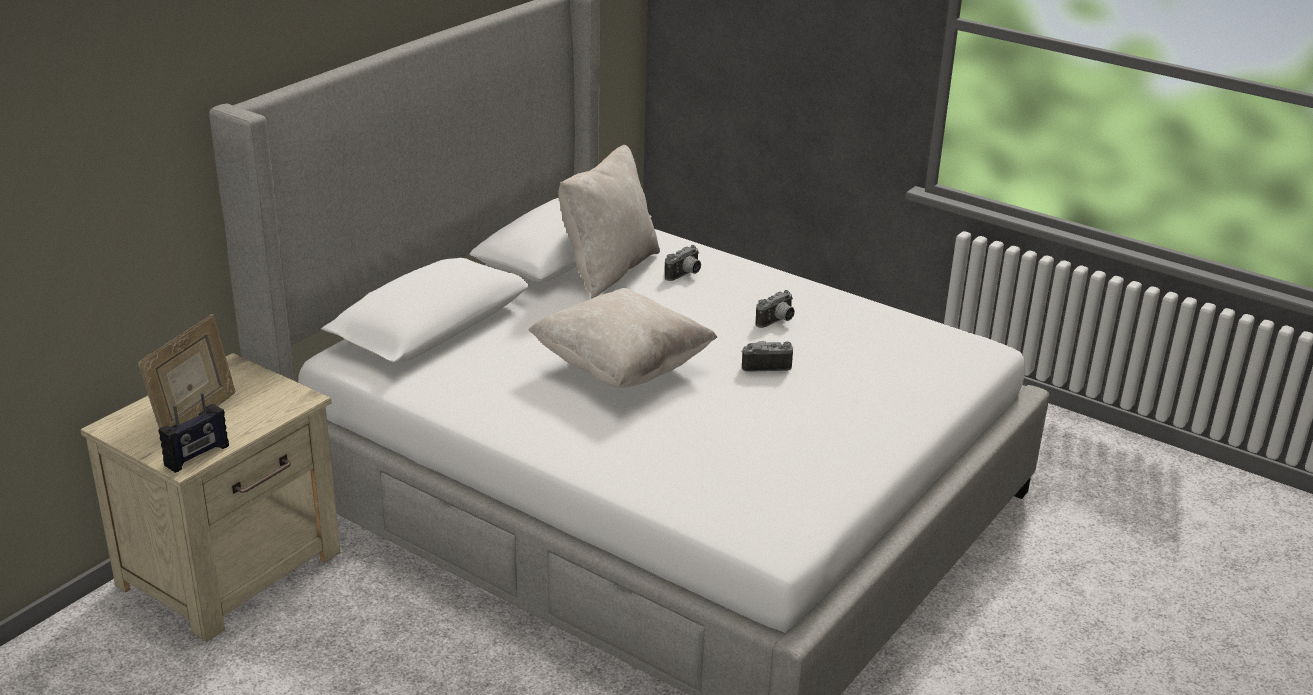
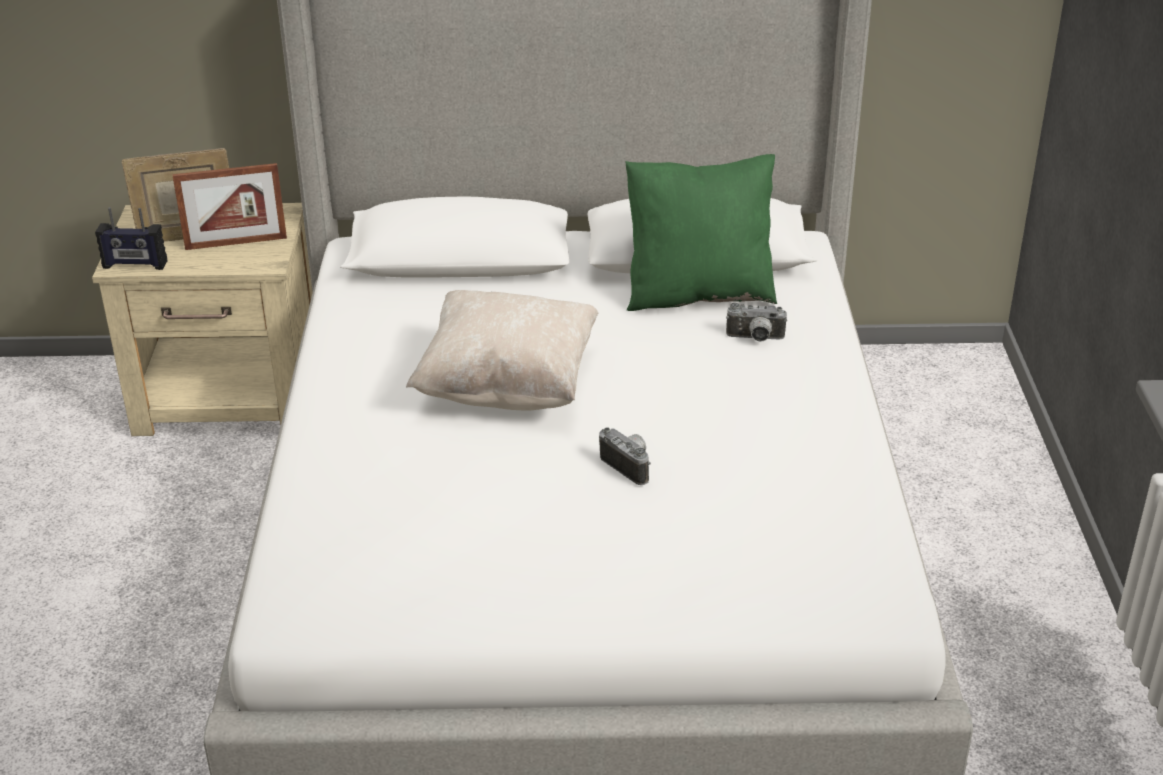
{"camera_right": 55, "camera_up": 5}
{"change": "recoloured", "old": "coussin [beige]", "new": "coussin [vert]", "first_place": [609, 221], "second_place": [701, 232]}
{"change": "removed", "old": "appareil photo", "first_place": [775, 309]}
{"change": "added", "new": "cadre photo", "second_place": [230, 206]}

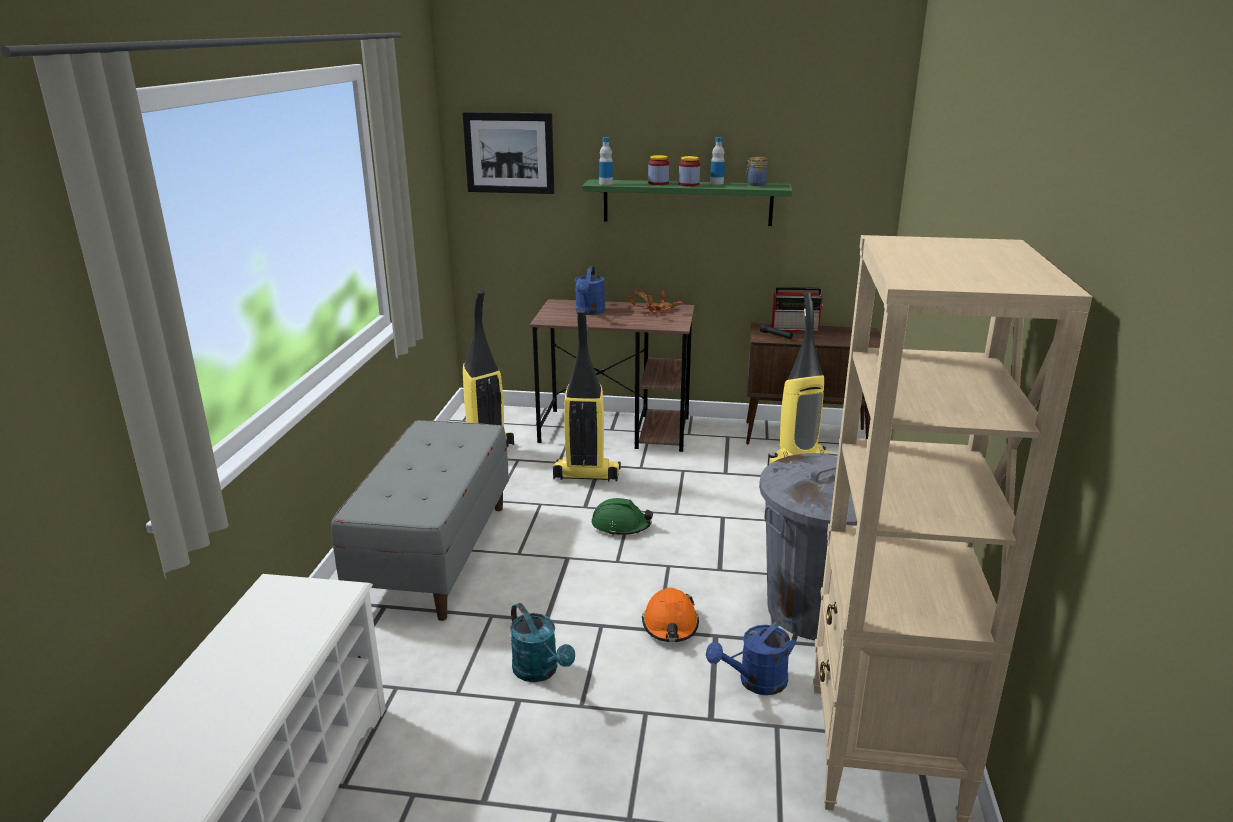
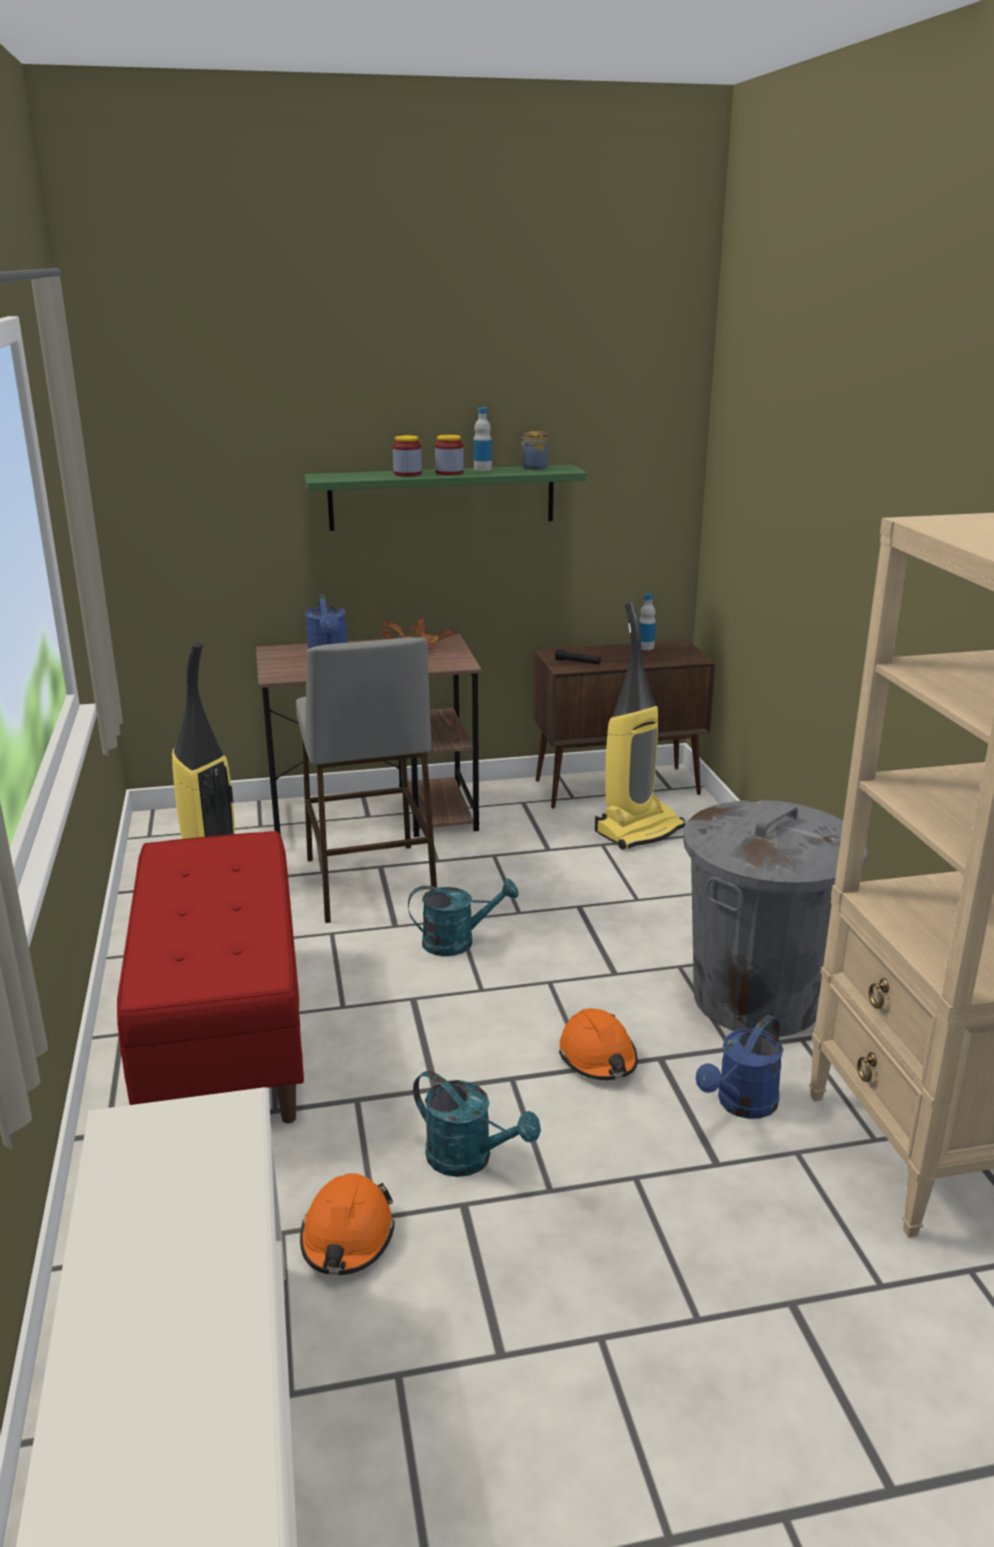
{"camera_right": -20, "camera_up": 0}
{"change": "removed", "old": "tableau", "first_place": [508, 153]}
{"change": "moved", "old": "bouteille", "first_place": [606, 161], "second_place": [647, 622]}
{"change": "removed", "old": "radio", "first_place": [797, 309]}
{"change": "replaced", "old": "aspirateur", "new": "tabouret [gris]", "first_place": [587, 395], "second_place": [366, 780]}
{"change": "recoloured", "old": "banc [gris]", "new": "banc [rouge]", "first_place": [420, 520], "second_place": [210, 977]}
{"change": "replaced", "old": "casque de chantier [vert]", "new": "arrosoir [turquoise]", "first_place": [622, 517], "second_place": [463, 917]}
{"change": "added", "new": "casque de chantier [orange]", "second_place": [347, 1224]}

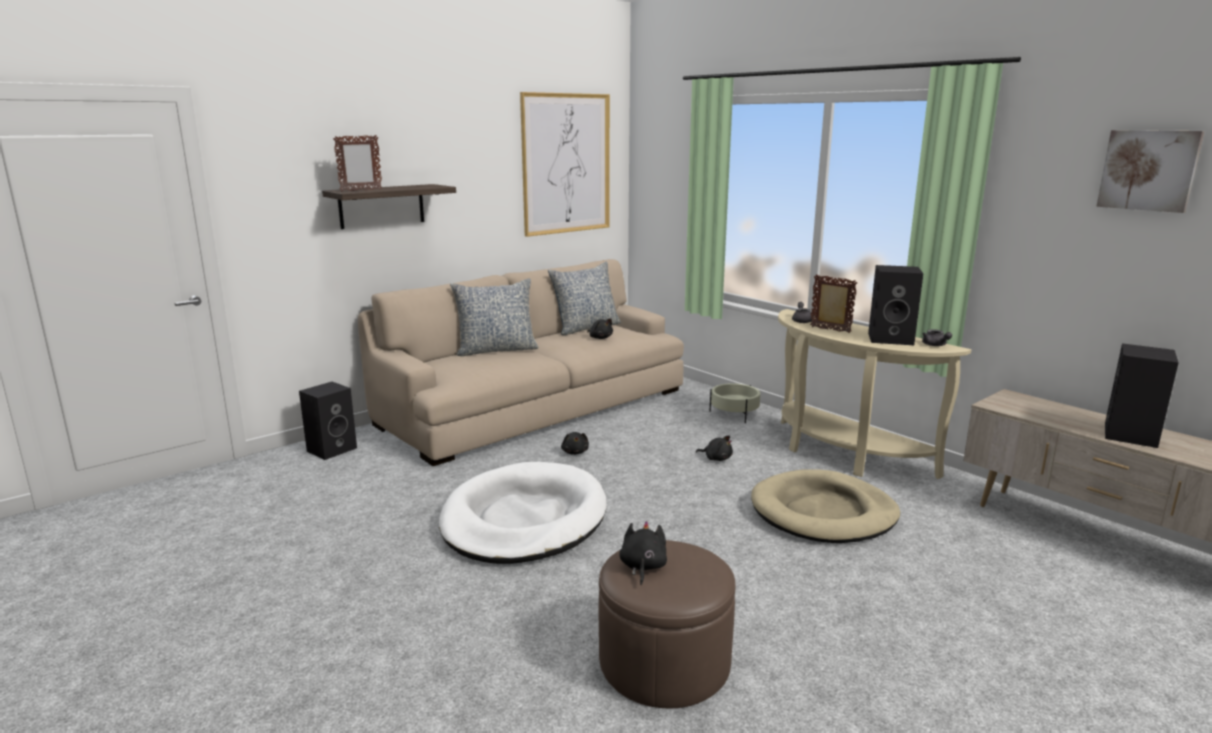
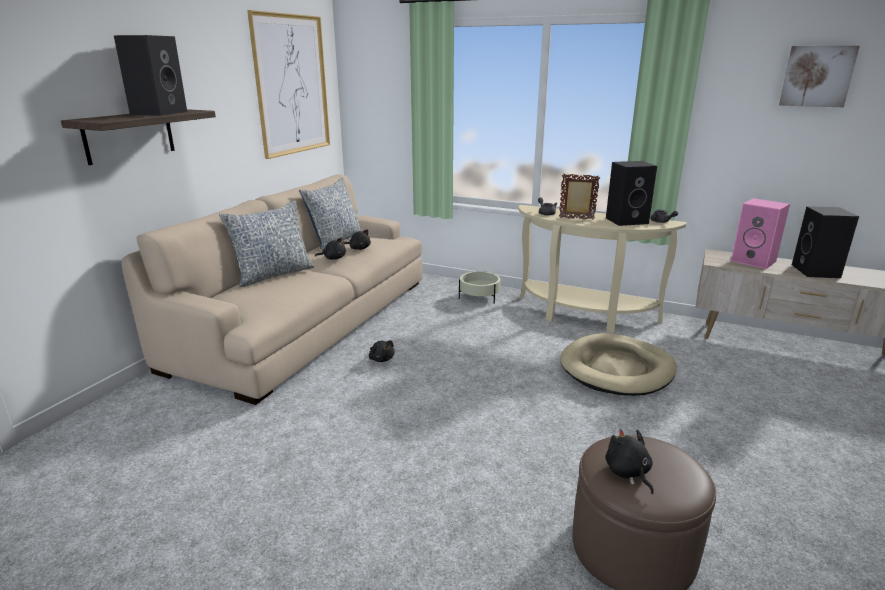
{"camera_right": -25, "camera_up": 5}
{"change": "removed", "old": "cadre photo", "first_place": [358, 163]}
{"change": "moved", "old": "enceinte [noir]", "first_place": [328, 421], "second_place": [150, 75]}
{"change": "moved", "old": "peluche [noir]", "first_place": [714, 448], "second_place": [330, 249]}
{"change": "removed", "old": "panier pour chien [blanc]", "first_place": [523, 513]}
{"change": "added", "new": "enceinte [rose]", "second_place": [760, 233]}

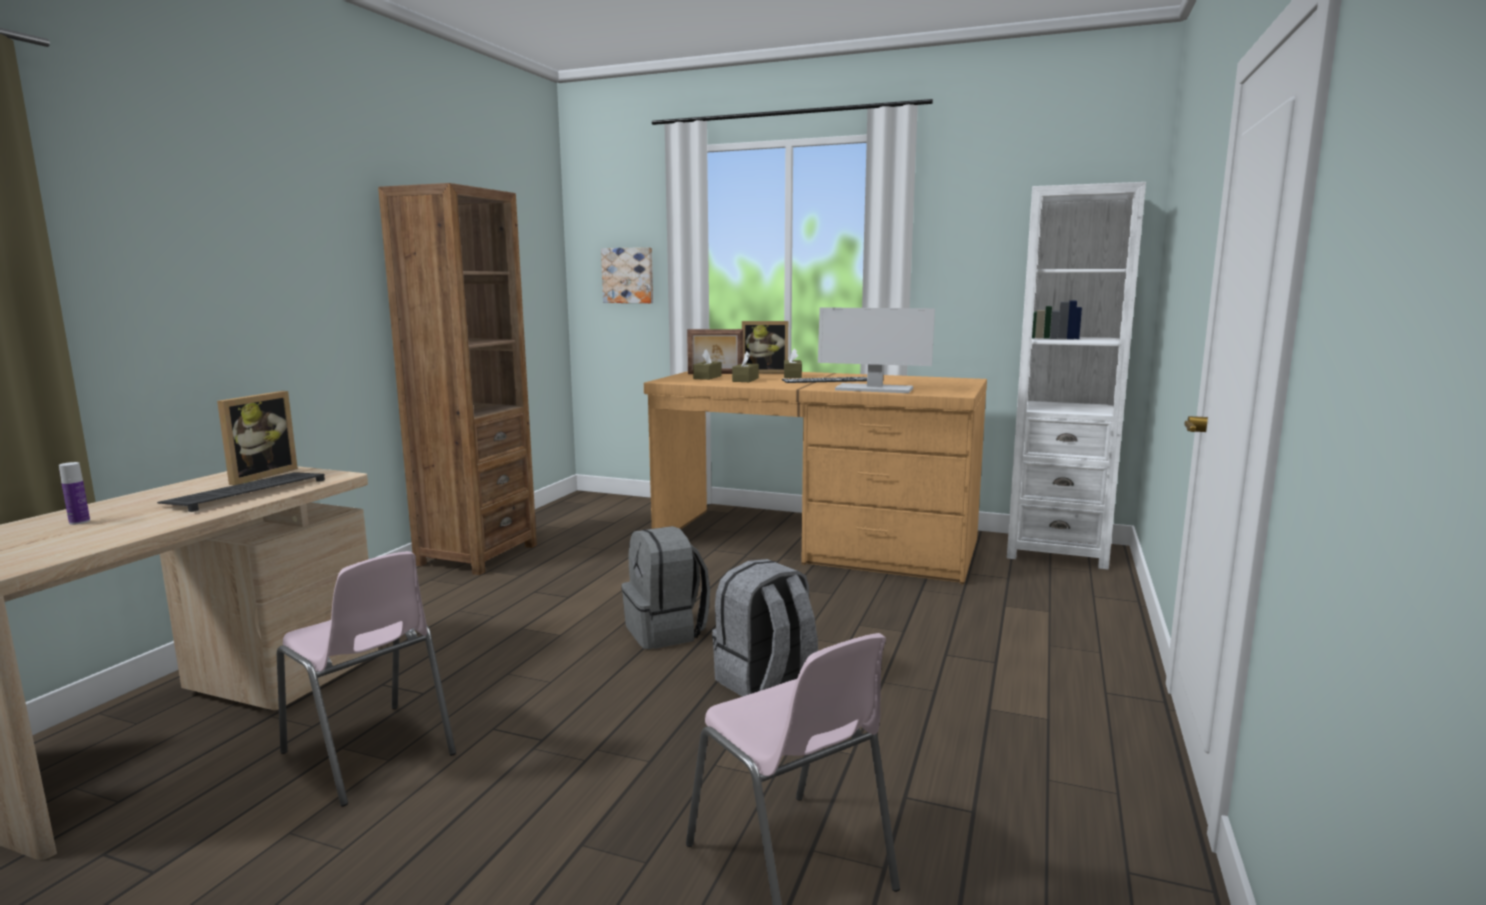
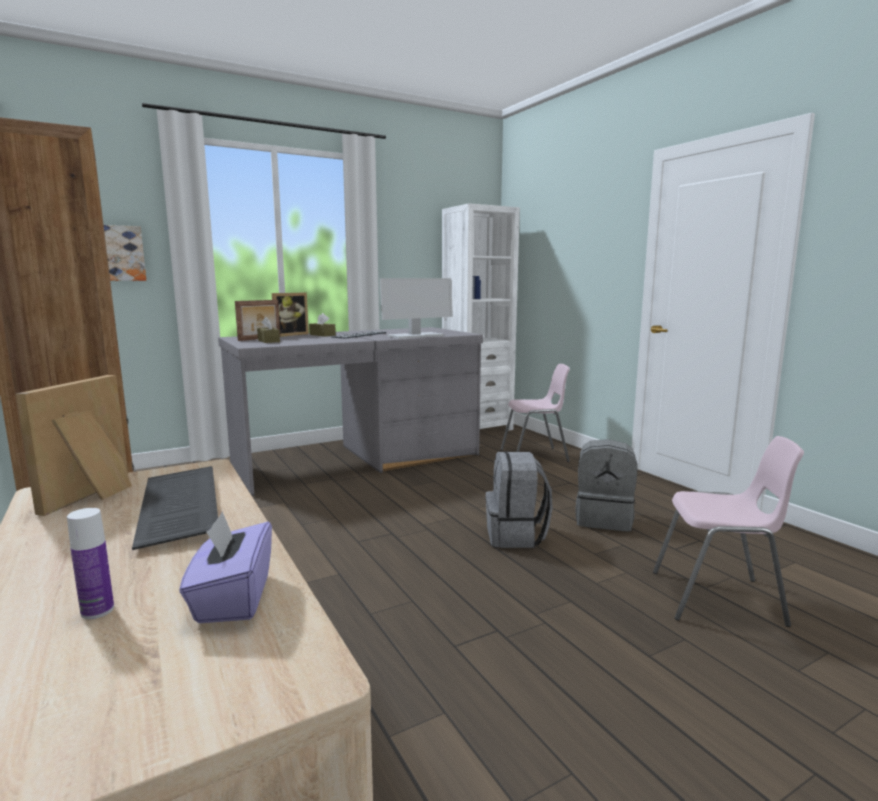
{"camera_right": -50, "camera_up": 0}
{"change": "removed", "old": "boîte à mouchoirs [marron]", "first_place": [745, 366]}
{"change": "recoloured", "old": "bureau [marron]", "new": "bureau [gris]", "first_place": [815, 477], "second_place": [350, 411]}
{"change": "turned", "old": "cadre photo", "first_place": [257, 438], "second_place": [74, 445], "degrees": -135}
{"change": "moved", "old": "sac à dos [gris]", "first_place": [665, 587], "second_place": [606, 485]}
{"change": "moved", "old": "chaise [rose]", "first_place": [366, 679], "second_place": [535, 413]}
{"change": "added", "new": "boîte à mouchoirs [violet]", "second_place": [225, 567]}

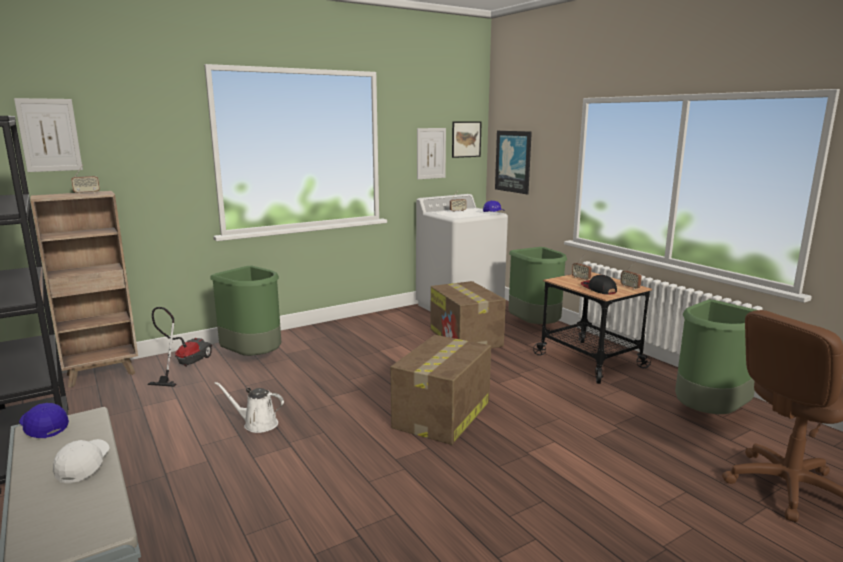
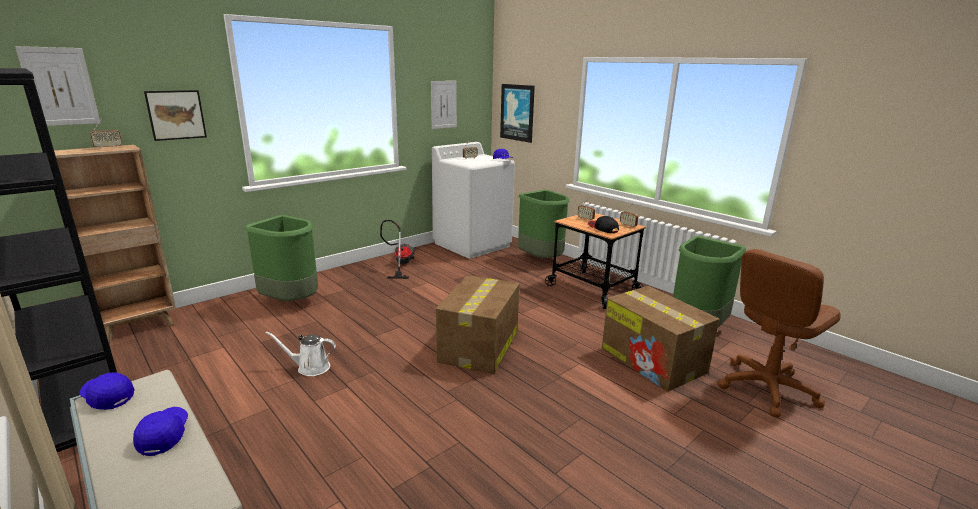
{"camera_right": -10, "camera_up": 5}
{"change": "moved", "old": "tableau", "first_place": [467, 139], "second_place": [175, 115]}
{"change": "moved", "old": "carton", "first_place": [468, 314], "second_place": [661, 339]}
{"change": "moved", "old": "aspirateur", "first_place": [179, 347], "second_place": [397, 249]}
{"change": "recoloured", "old": "casquette [blanc]", "new": "casquette [bleu]", "first_place": [81, 461], "second_place": [160, 431]}

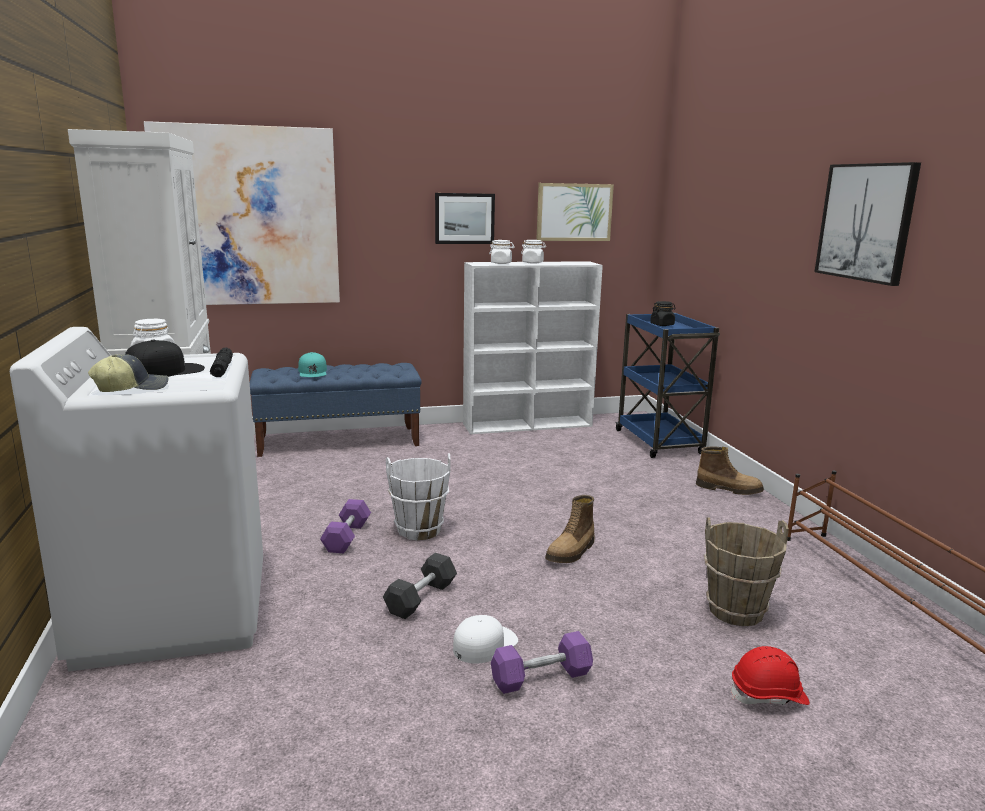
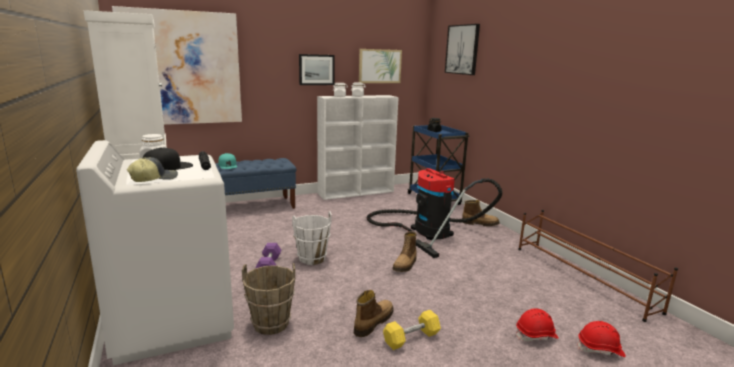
{"camera_right": -10, "camera_up": 0}
{"change": "moved", "old": "tableau", "first_place": [868, 224], "second_place": [462, 49]}
{"change": "moved", "old": "seau [marron]", "first_place": [746, 571], "second_place": [268, 299]}
{"change": "removed", "old": "haltère [gris]", "first_place": [420, 586]}
{"change": "replaced", "old": "casquette [blanc]", "new": "botte", "first_place": [485, 639], "second_place": [374, 313]}
{"change": "recoloured", "old": "haltère [violet]", "new": "haltère [jaune]", "first_place": [542, 662], "second_place": [412, 330]}
{"change": "added", "new": "aspirateur", "second_place": [435, 213]}
{"change": "added", "new": "casque de chantier [rouge]", "second_place": [601, 339]}

